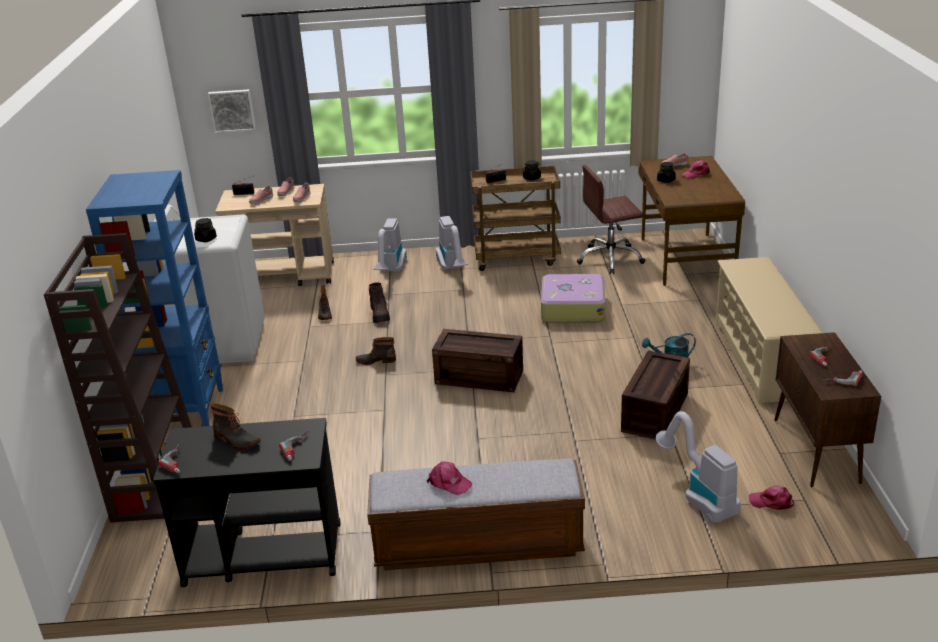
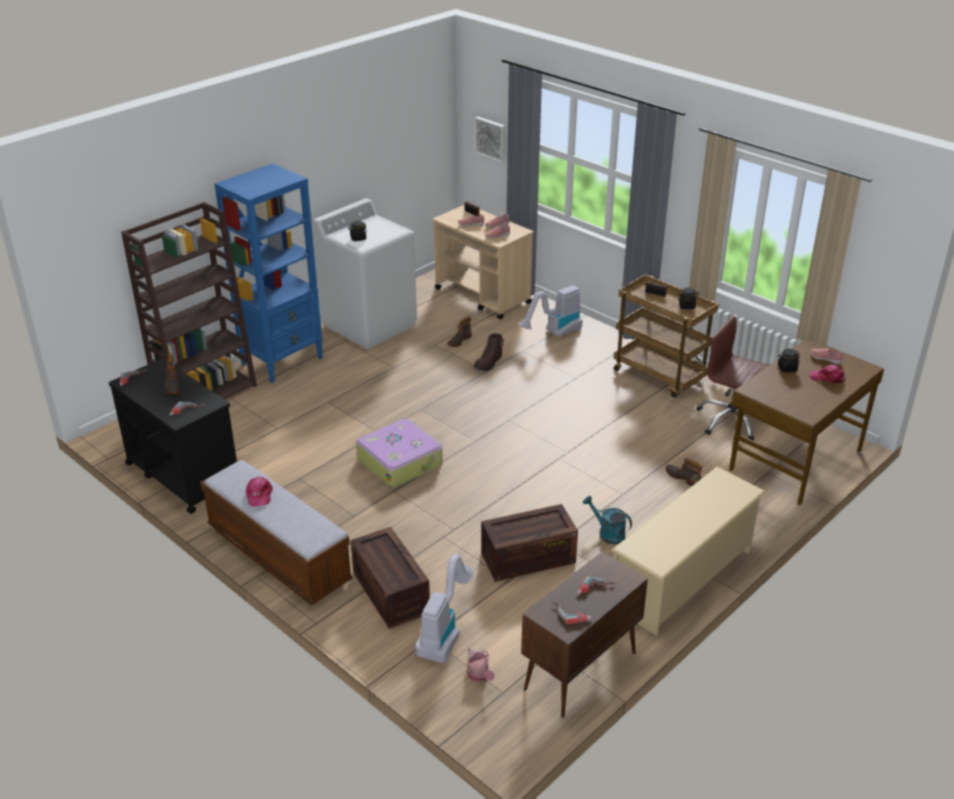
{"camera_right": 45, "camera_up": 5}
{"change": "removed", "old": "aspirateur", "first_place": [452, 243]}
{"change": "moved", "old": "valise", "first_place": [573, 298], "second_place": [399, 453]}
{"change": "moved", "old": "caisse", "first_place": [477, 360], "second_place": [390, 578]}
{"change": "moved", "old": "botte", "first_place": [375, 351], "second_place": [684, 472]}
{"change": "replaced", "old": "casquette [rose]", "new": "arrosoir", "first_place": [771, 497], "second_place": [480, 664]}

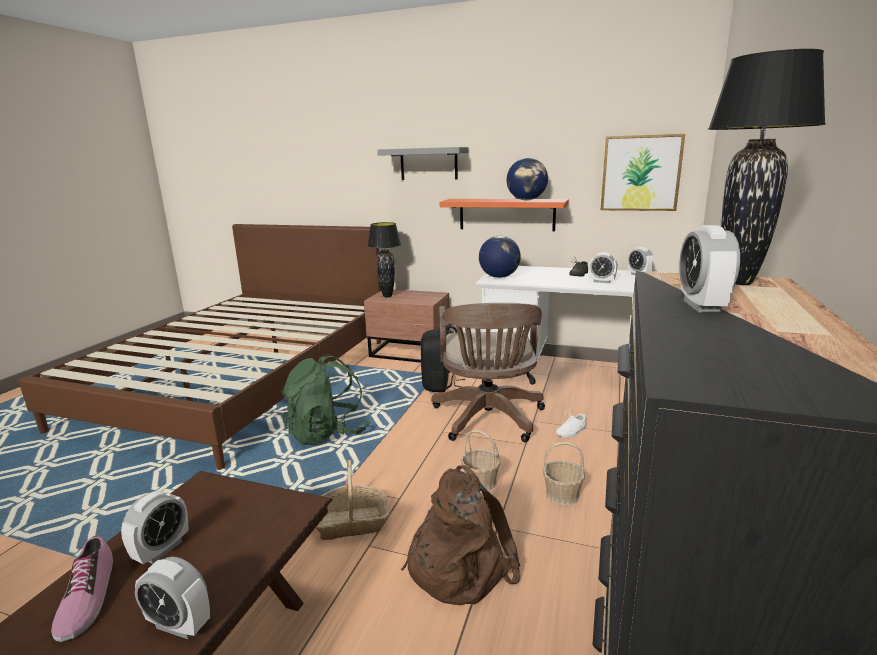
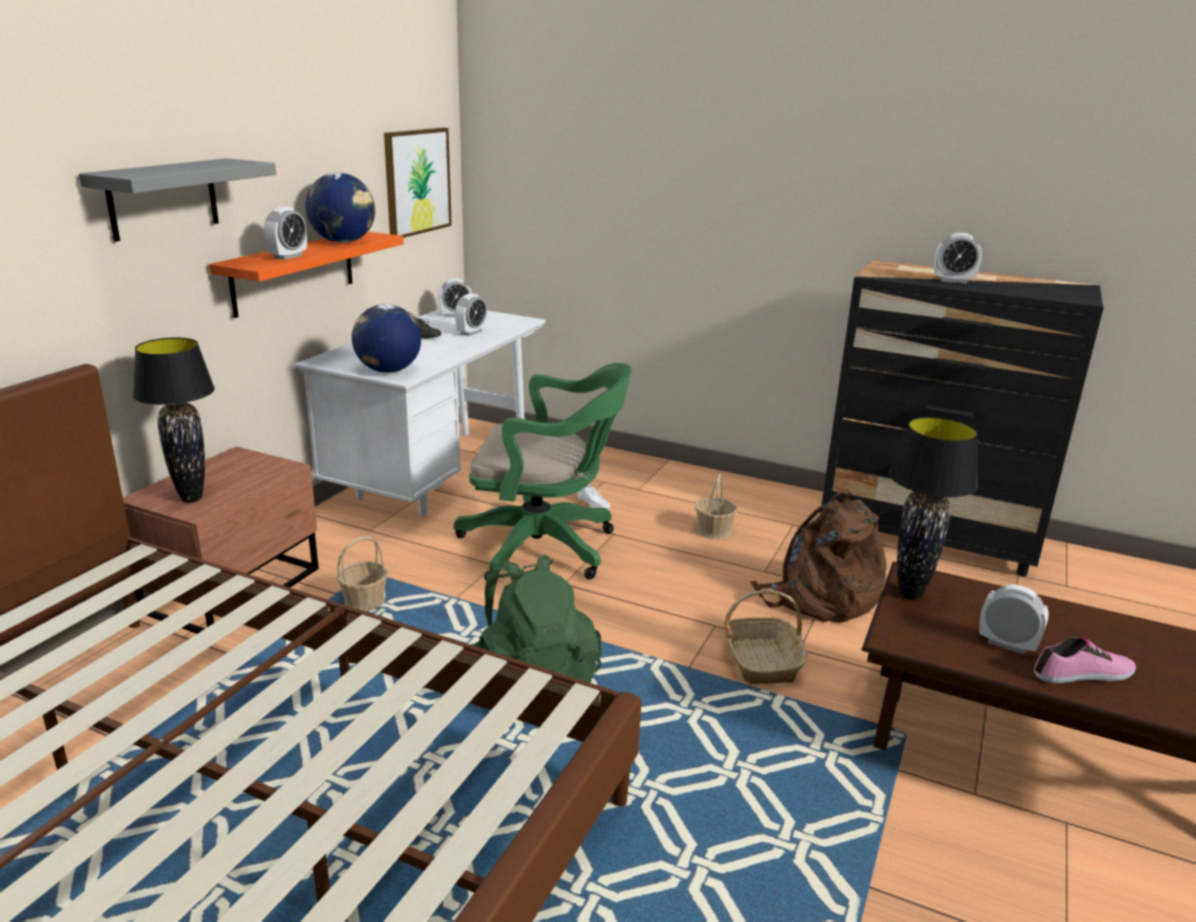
{"camera_right": -85, "camera_up": 5}
{"change": "moved", "old": "lampe de table [noir]", "first_place": [767, 167], "second_place": [933, 508]}
{"change": "recoloured", "old": "chaise de bureau [marron]", "new": "chaise de bureau [vert]", "first_place": [488, 372], "second_place": [543, 471]}
{"change": "removed", "old": "sac à dos [noir]", "first_place": [442, 358]}
{"change": "moved", "old": "panier", "first_place": [481, 460], "second_place": [362, 573]}
{"change": "moved", "old": "réveil", "first_place": [172, 597], "second_place": [285, 233]}

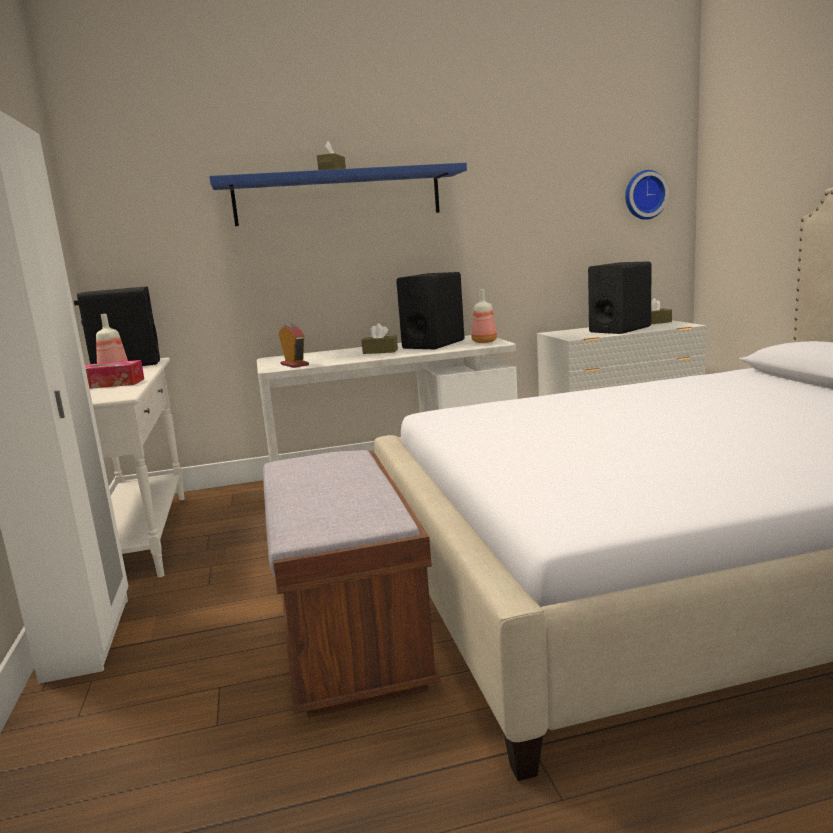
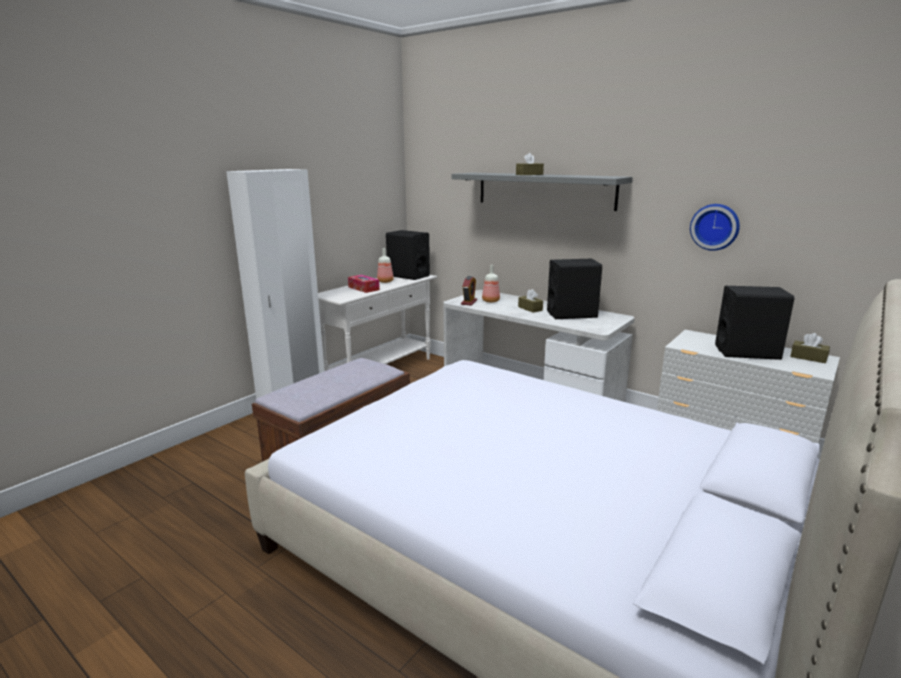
{"camera_right": 50, "camera_up": 5}
{"change": "recoloured", "old": "étagère [bleu]", "new": "étagère [gris]", "first_place": [338, 194], "second_place": [542, 192]}
{"change": "moved", "old": "horloge murale", "first_place": [647, 195], "second_place": [715, 227]}
{"change": "moved", "old": "bouteille", "first_place": [484, 316], "second_place": [491, 283]}

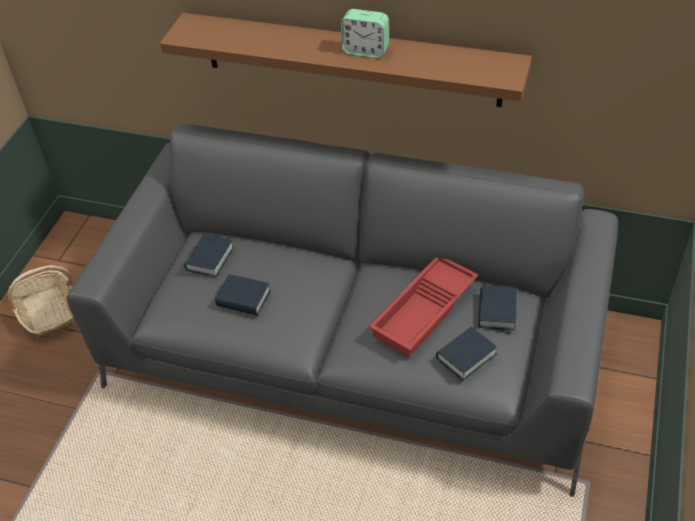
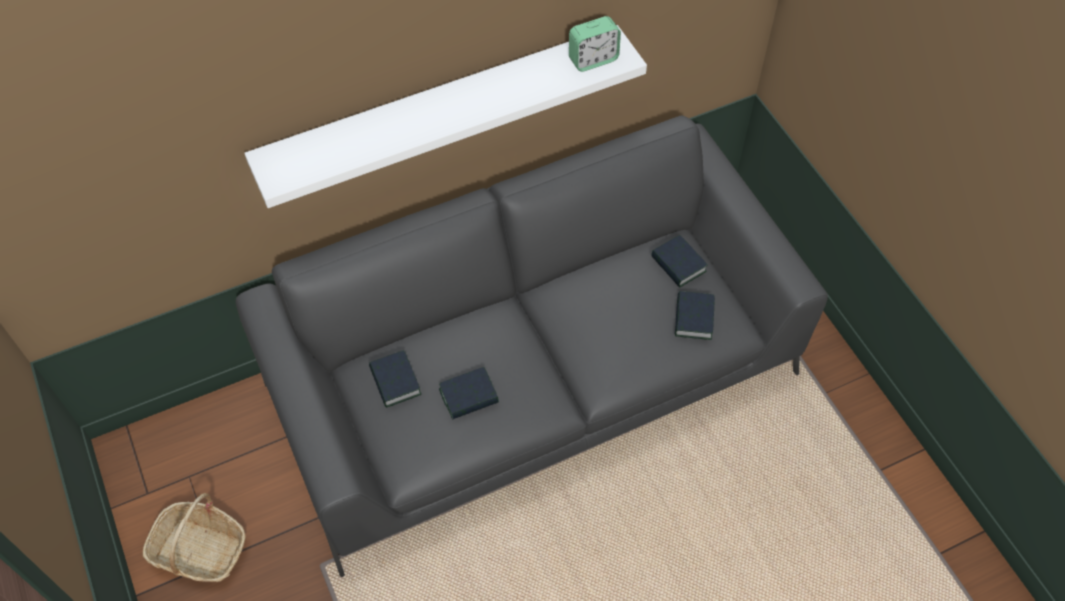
{"camera_right": -45, "camera_up": 10}
{"change": "moved", "old": "réveil", "first_place": [365, 33], "second_place": [595, 44]}
{"change": "recoloured", "old": "étagère [marron]", "new": "étagère [blanc]", "first_place": [346, 60], "second_place": [445, 116]}
{"change": "removed", "old": "plateau [rouge]", "first_place": [423, 307]}

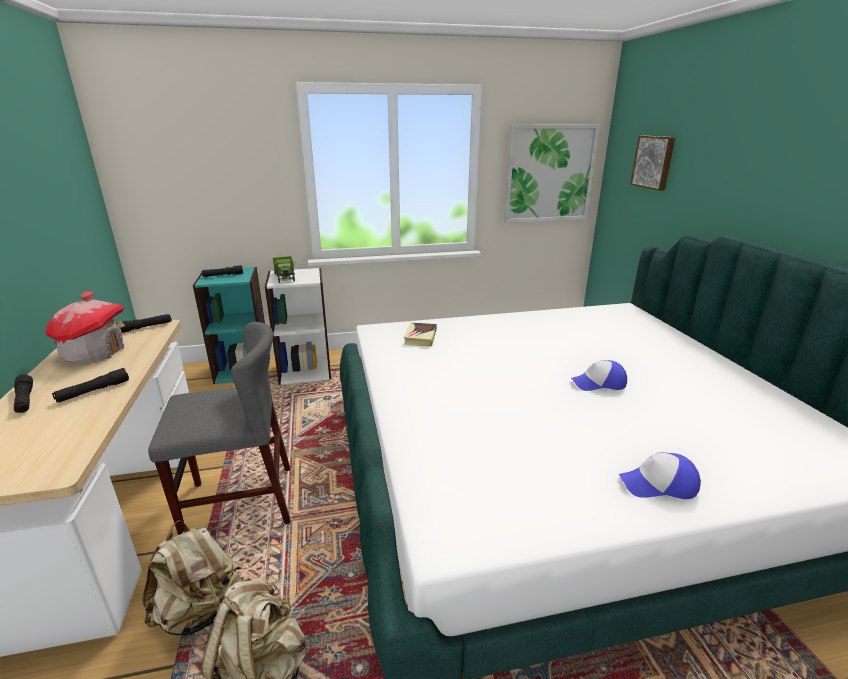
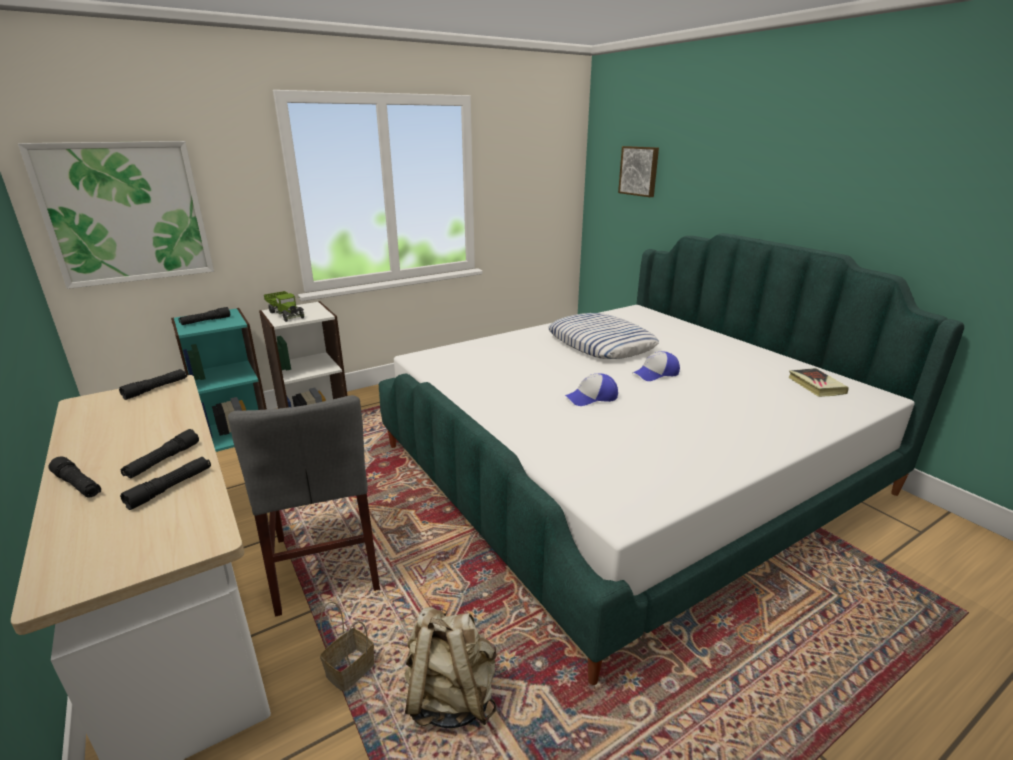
{"camera_right": -20, "camera_up": 0}
{"change": "moved", "old": "tableau", "first_place": [552, 173], "second_place": [116, 215]}
{"change": "removed", "old": "maison miniature", "first_place": [85, 327]}
{"change": "turned", "old": "chaise [gris]", "first_place": [219, 428], "second_place": [304, 506], "degrees": 105}
{"change": "moved", "old": "livre", "first_place": [420, 334], "second_place": [818, 382]}
{"change": "moved", "old": "casquette", "first_place": [660, 475], "second_place": [591, 389]}
{"change": "replaced", "old": "sac à dos [beige]", "new": "panier", "first_place": [192, 577], "second_place": [347, 646]}
{"change": "added", "new": "coussin", "second_place": [603, 336]}
{"change": "added", "new": "lampe de poche [noir]", "second_place": [165, 483]}

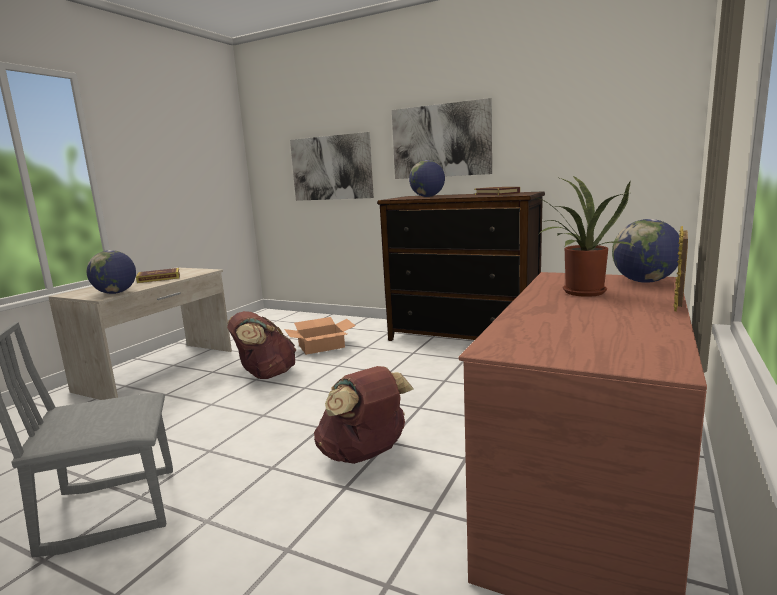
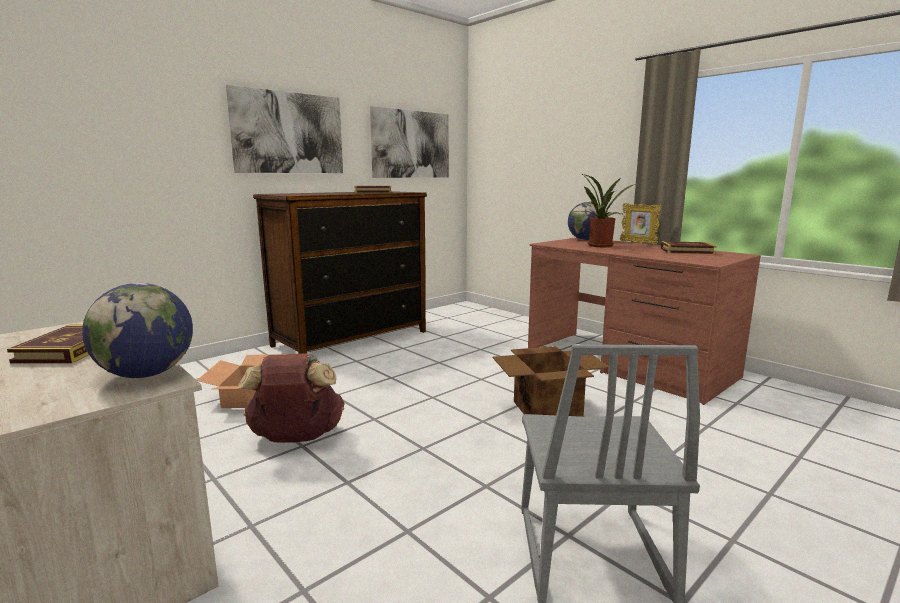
{"camera_right": -70, "camera_up": 0}
{"change": "moved", "old": "tableau", "first_place": [332, 166], "second_place": [409, 142]}
{"change": "removed", "old": "globe", "first_place": [427, 178]}
{"change": "replaced", "old": "sac à dos [marron]", "new": "carton", "first_place": [364, 415], "second_place": [551, 381]}
{"change": "added", "new": "livre", "second_place": [688, 247]}

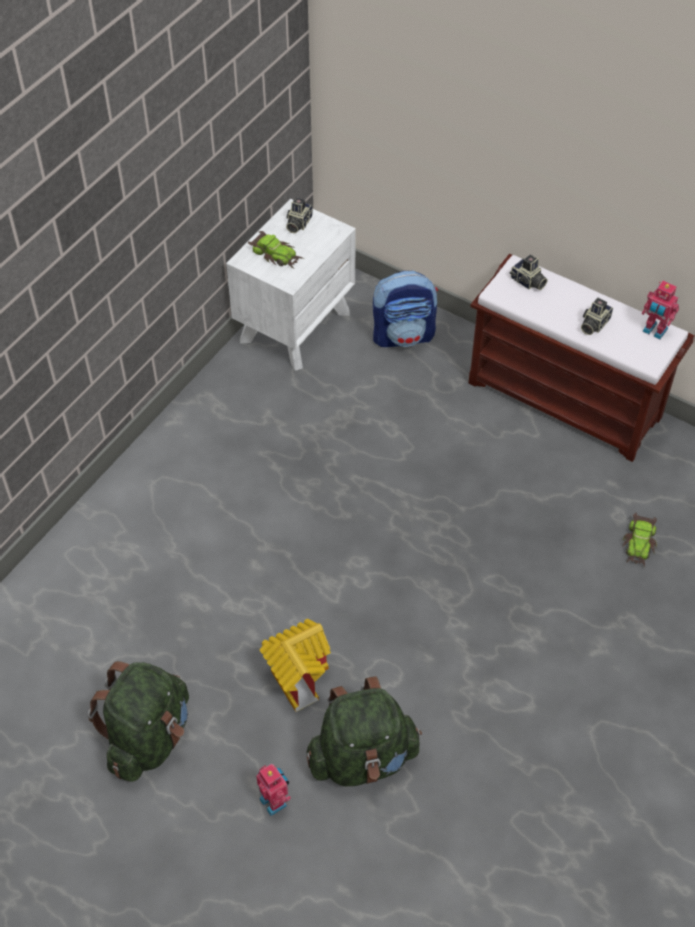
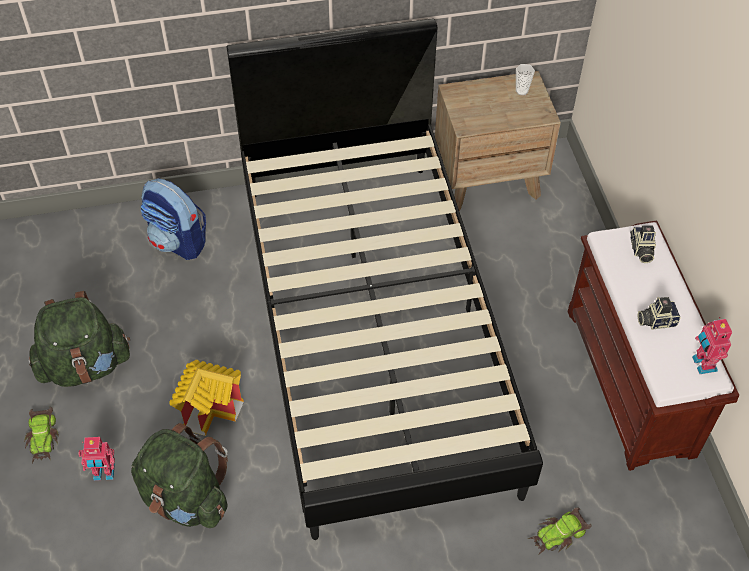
{"camera_right": 45, "camera_up": 0}
{"change": "replaced", "old": "appareil photo", "new": "tasse", "first_place": [299, 215], "second_place": [525, 79]}
{"change": "recoloured", "old": "table de chevet [blanc]", "new": "table de chevet [marron]", "first_place": [291, 285], "second_place": [498, 141]}
{"change": "moved", "old": "petite voiture", "first_place": [276, 250], "second_place": [41, 435]}
{"change": "moved", "old": "sac à dos", "first_place": [405, 309], "second_place": [173, 219]}
{"change": "turned", "old": "robot jouet", "first_place": [273, 790], "second_place": [97, 459], "degrees": 75}
{"change": "added", "new": "lit [noir]", "second_place": [385, 279]}

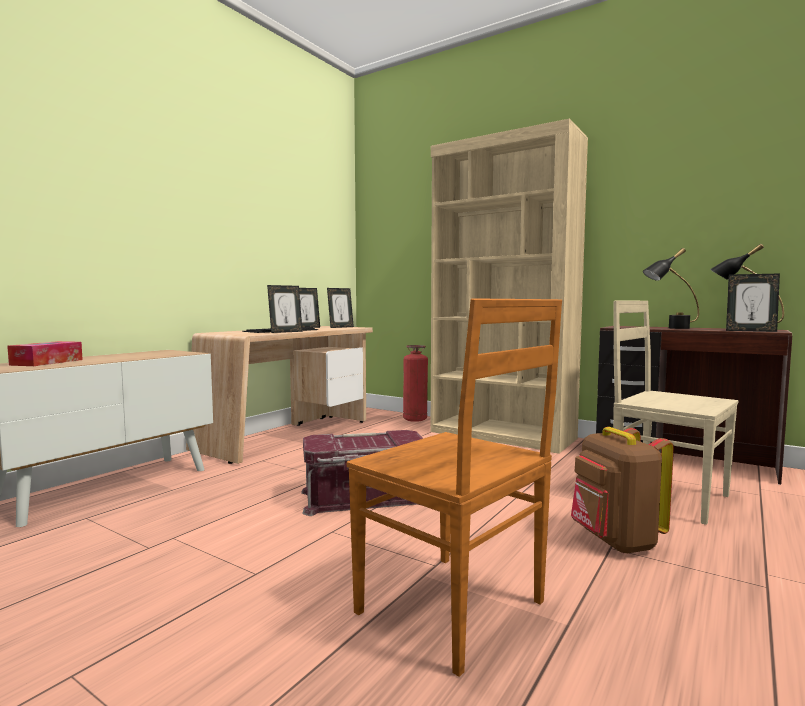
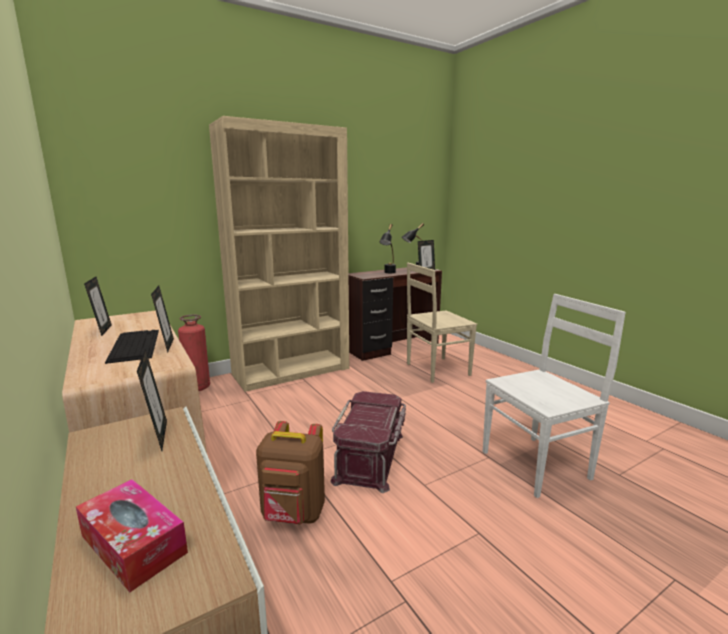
{"camera_right": -65, "camera_up": 10}
{"change": "moved", "old": "cadre photo", "first_place": [340, 308], "second_place": [152, 400]}
{"change": "recoloured", "old": "chaise [marron]", "new": "chaise [blanc]", "first_place": [454, 487], "second_place": [554, 396]}
{"change": "moved", "old": "sac à dos [marron]", "first_place": [622, 490], "second_place": [290, 472]}

